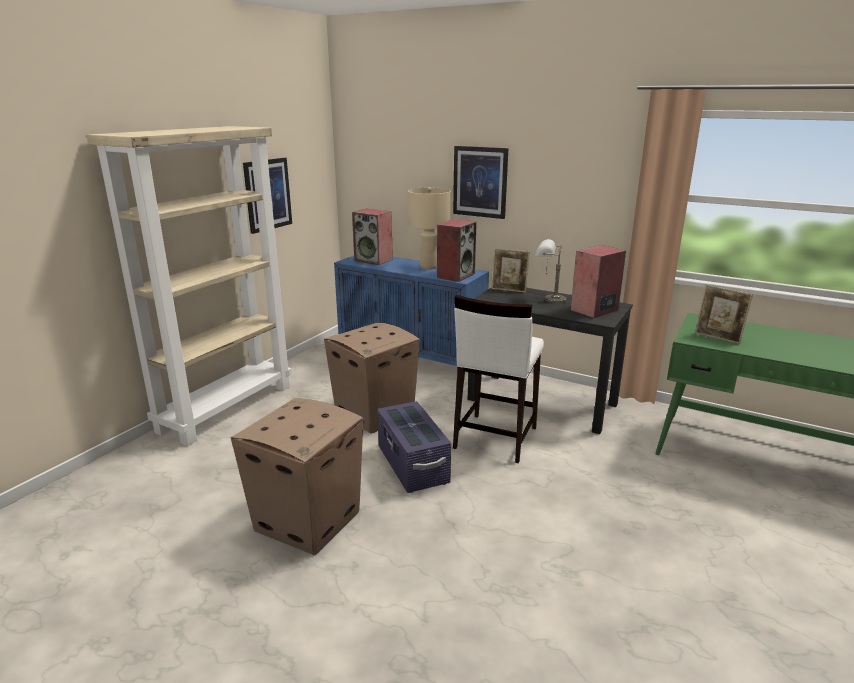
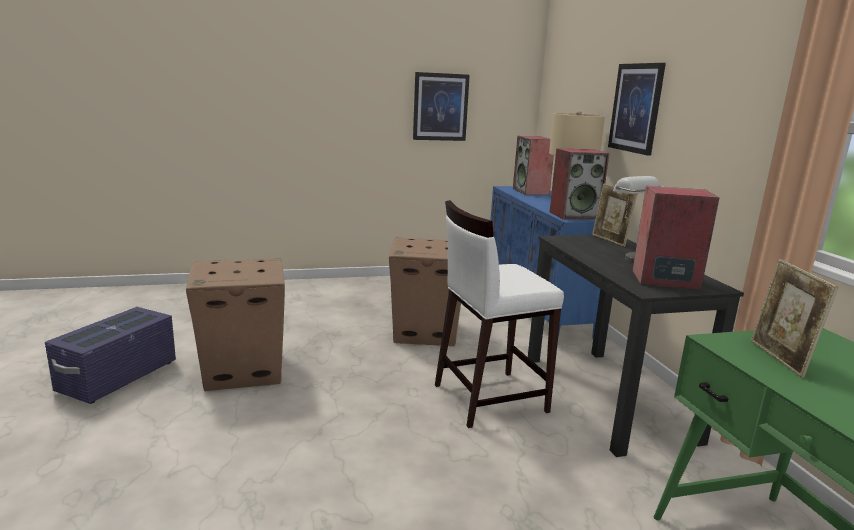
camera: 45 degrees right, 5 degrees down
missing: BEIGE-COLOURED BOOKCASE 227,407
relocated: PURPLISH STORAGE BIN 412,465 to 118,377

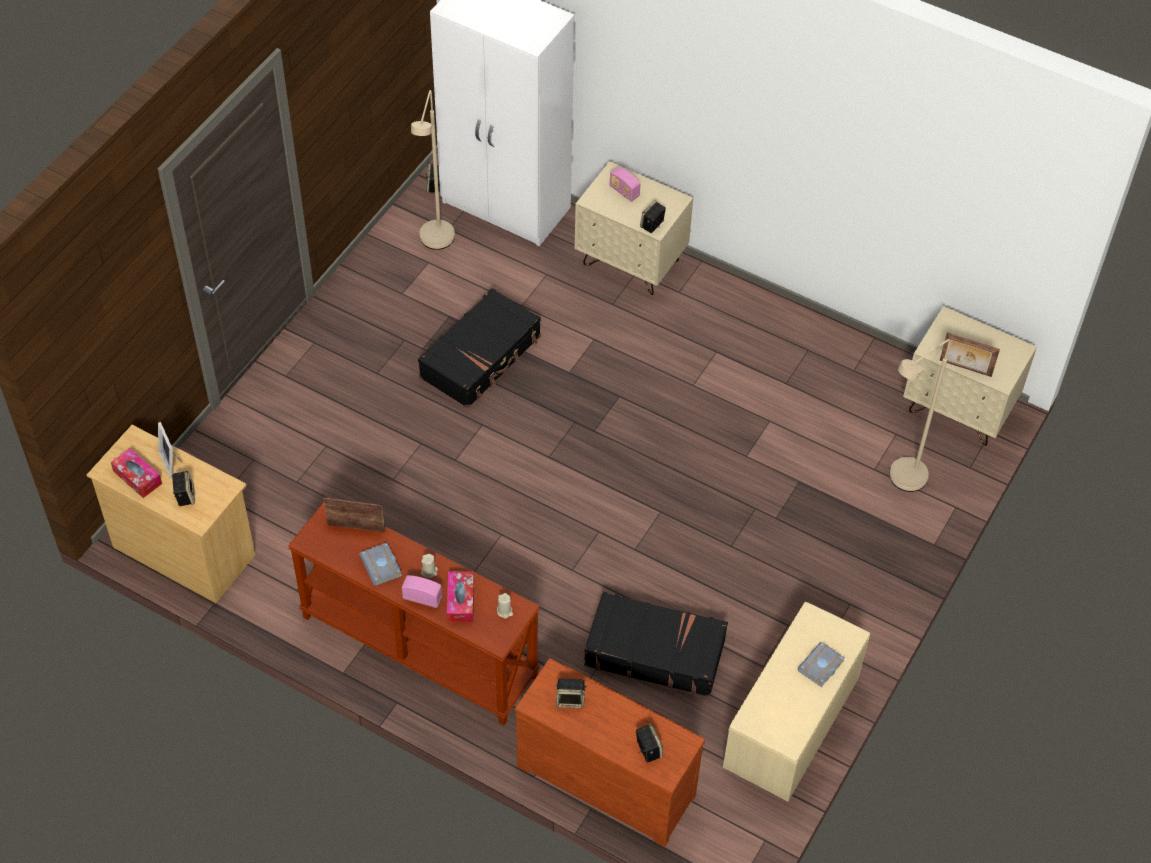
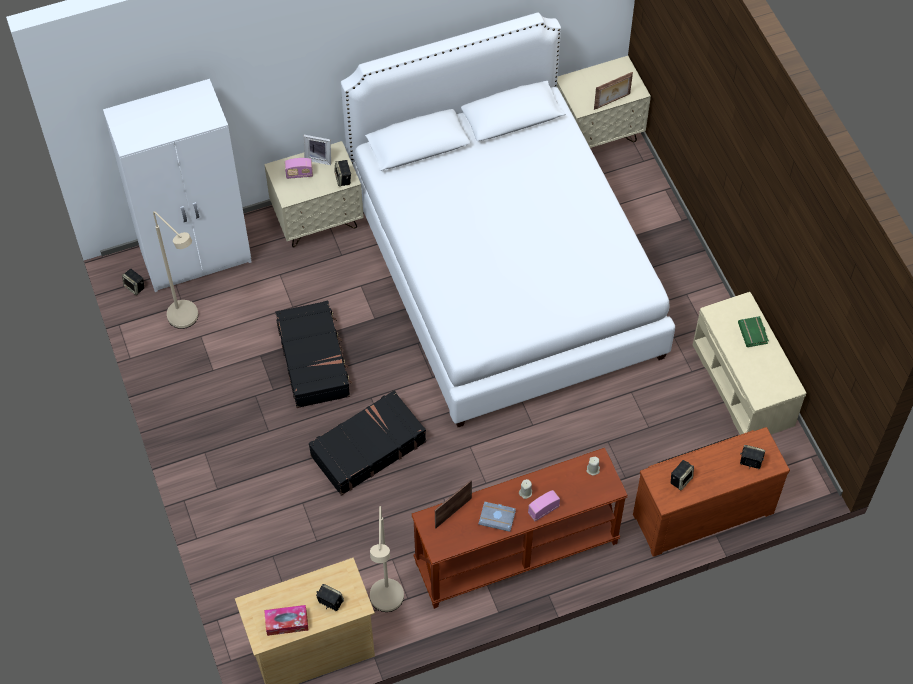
camera: 50 degrees left, 5 degrees up
missing: BOX OF TISSUES 460,601
appeared: WHITISH SLEEPING BED 504,271
relocated: PICTURE FRAME 172,461 to 319,158; BLACK SUITCASE 654,651 to 367,448; BEIGE-COLOURED FLOOR LAMP 900,482 to 387,605
colour: GREYISH BOUND BOOK 821,667 to GREEN-COLOURED BOUND BOOK 754,333

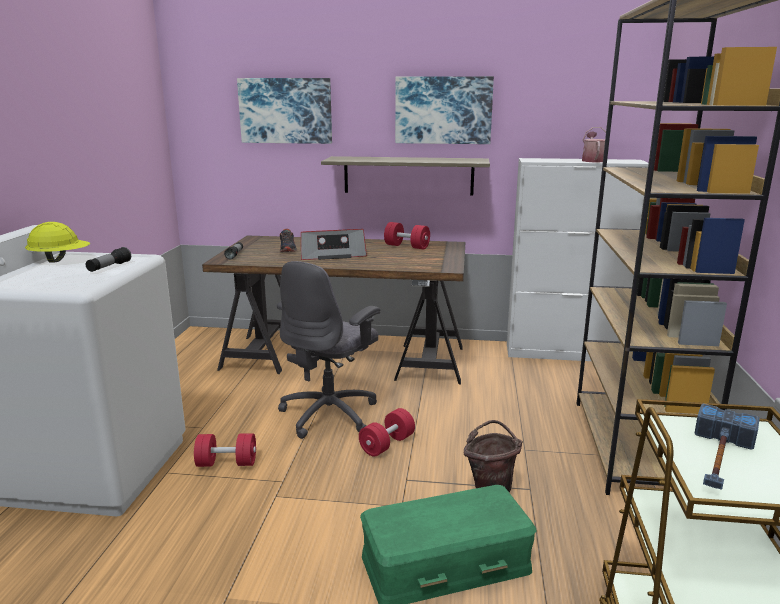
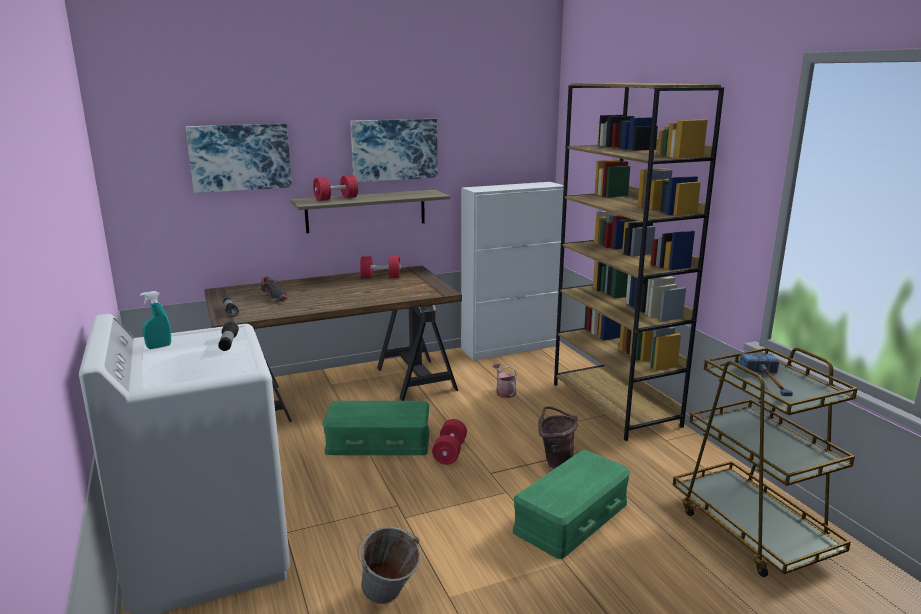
camera: 30 degrees left, 0 degrees up
missing: RADIO 332,255
appeared: GREYISH PAIL 389,600
relocated: RED DUMBBELL 227,463 to 336,198; WATERING POT 592,160 to 504,392
exchanged: YELLOW WORK HELMET 61,260 to TURQUOISE-COLOURED SPRAYER 159,347; GREYISH DESK CHAIR 330,414 to GREEN-COLOURED STORAGE BIN 378,442

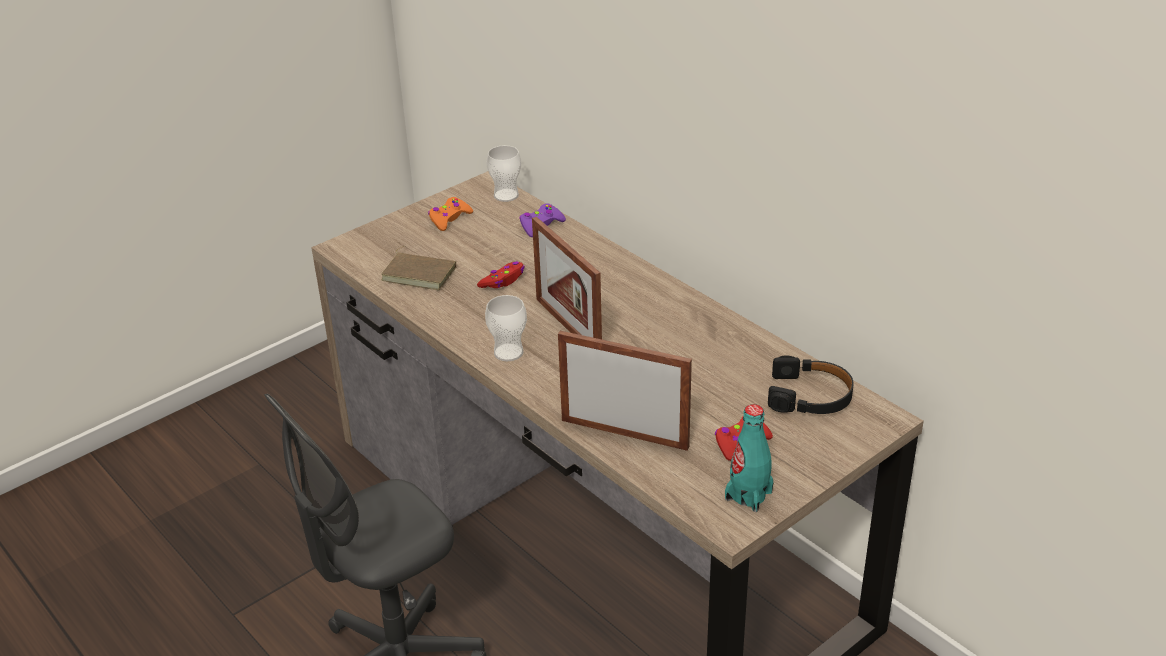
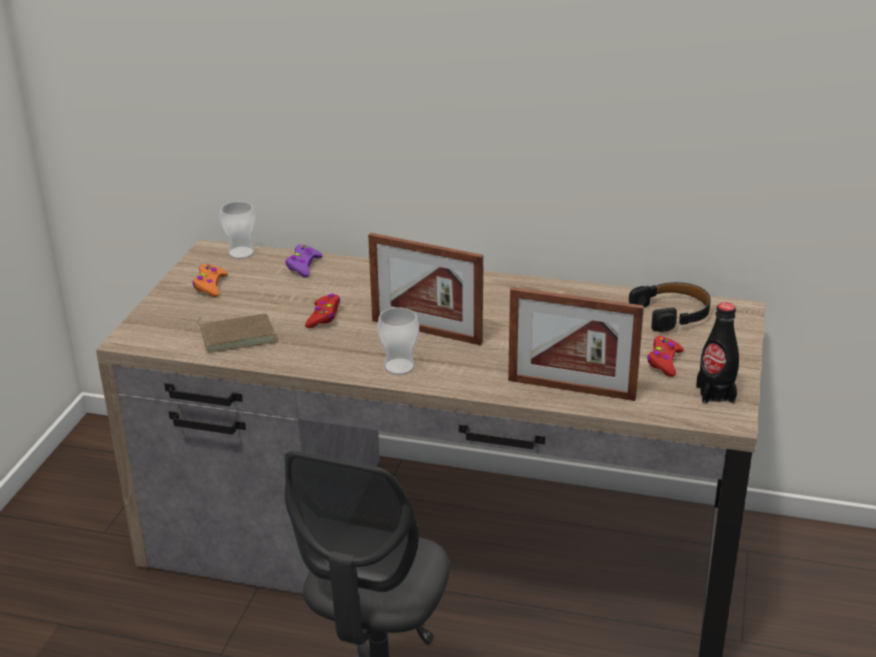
camera: 35 degrees left, 5 degrees down
colour: TURQUOISE-COLOURED BOTTLE 748,495 to BLACK BOTTLE 715,394
spun: PICTURE FRAME 624,433 = 571,389 150 degrees counterclockwise

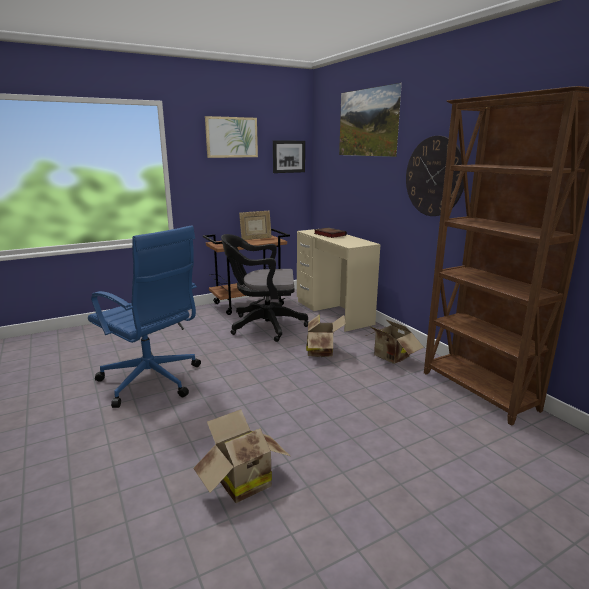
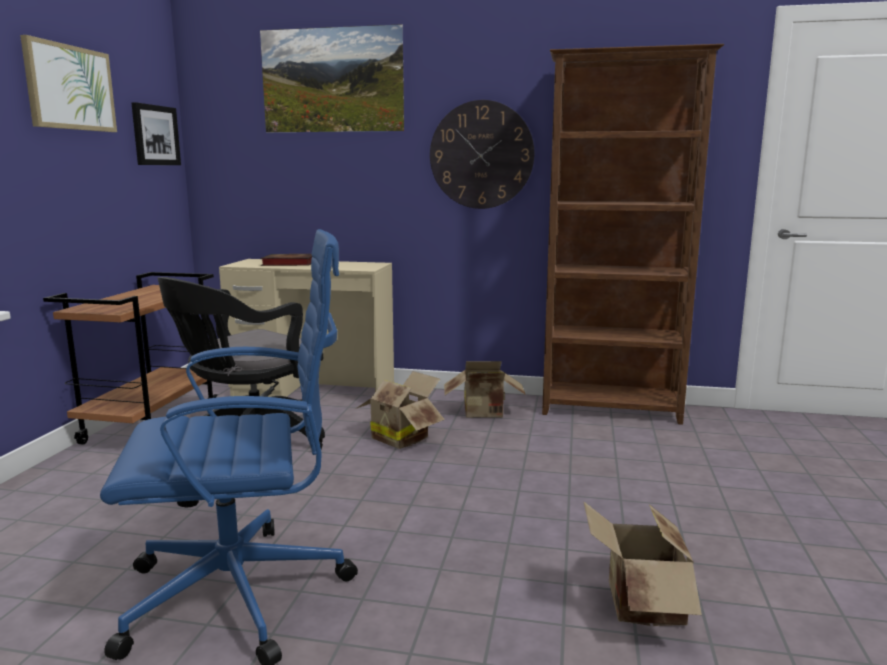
camera: 50 degrees left, 5 degrees down
missing: PICTURE FRAME 256,239

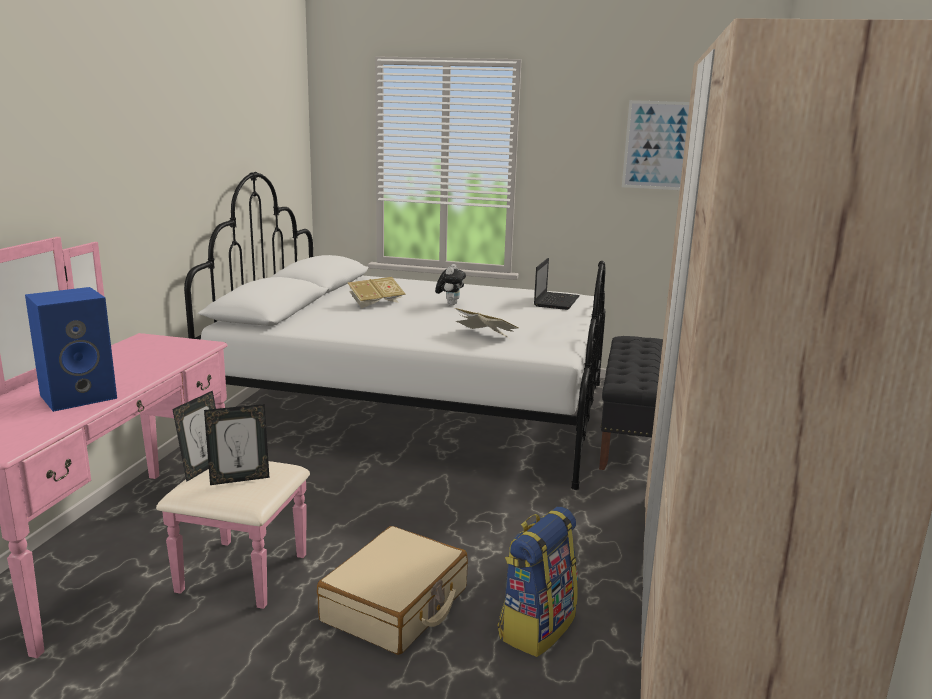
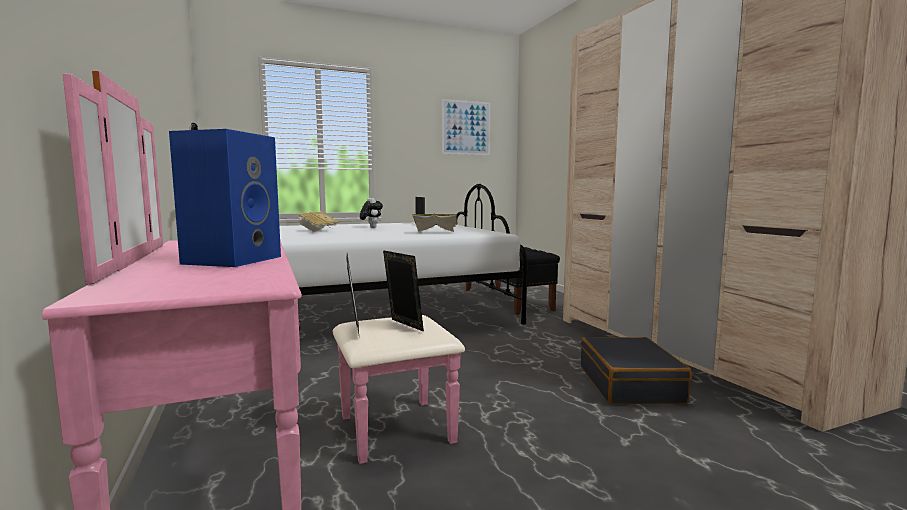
camera: 35 degrees left, 10 degrees down
missing: BEIGE-COLOURED SUITCASE 396,605
exchanged: BACKPACK 536,626 to BLACK SUITCASE 630,384
spun: PICTURE FRAME 239,479 = 403,326 75 degrees counterclockwise

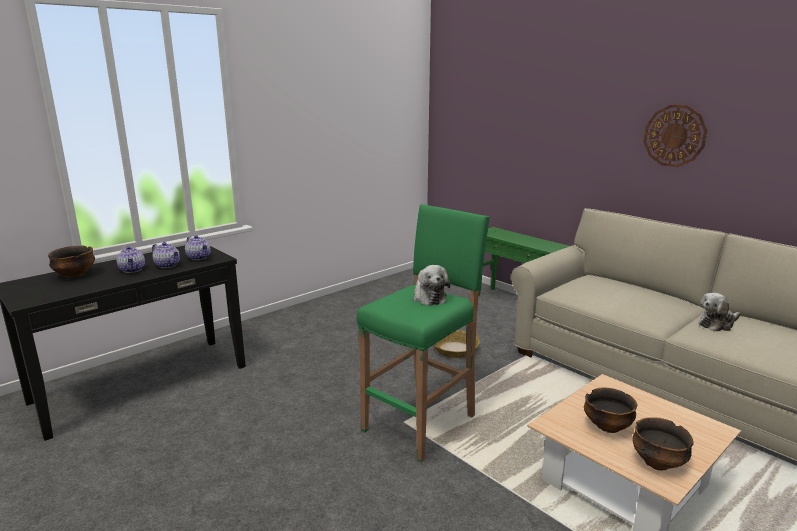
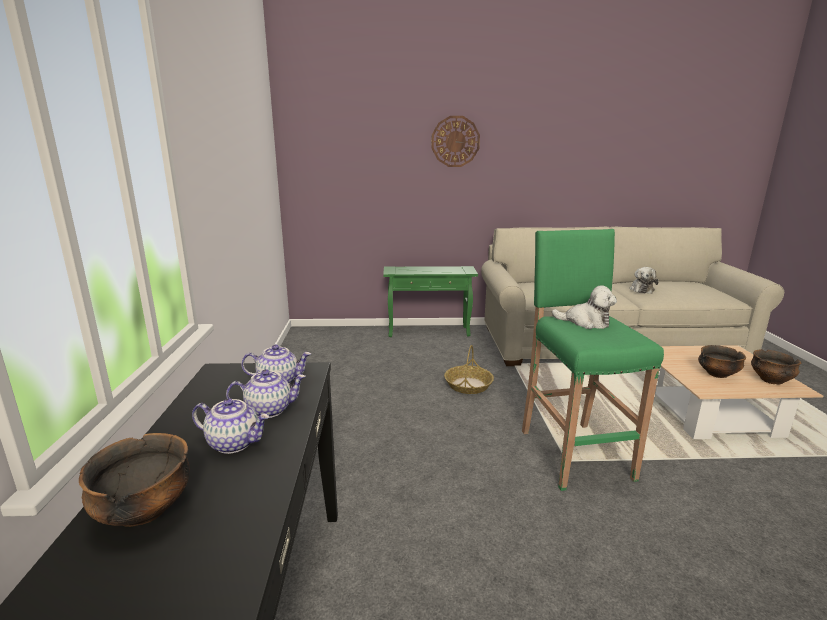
camera: 50 degrees left, 0 degrees up
relocated: HANGING CLOCK 674,136 to 455,141

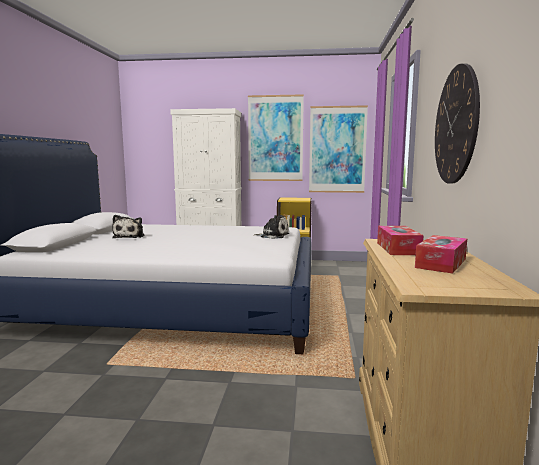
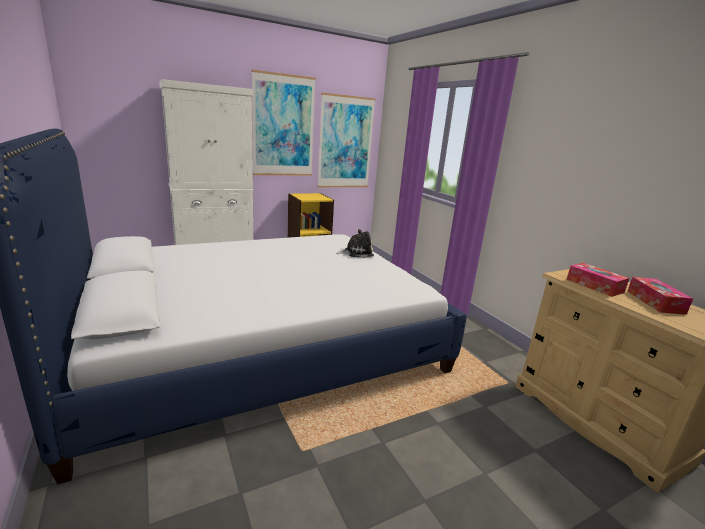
camera: 35 degrees left, 10 degrees up
missing: SOFT TOY 130,236; HANGING CLOCK 456,125

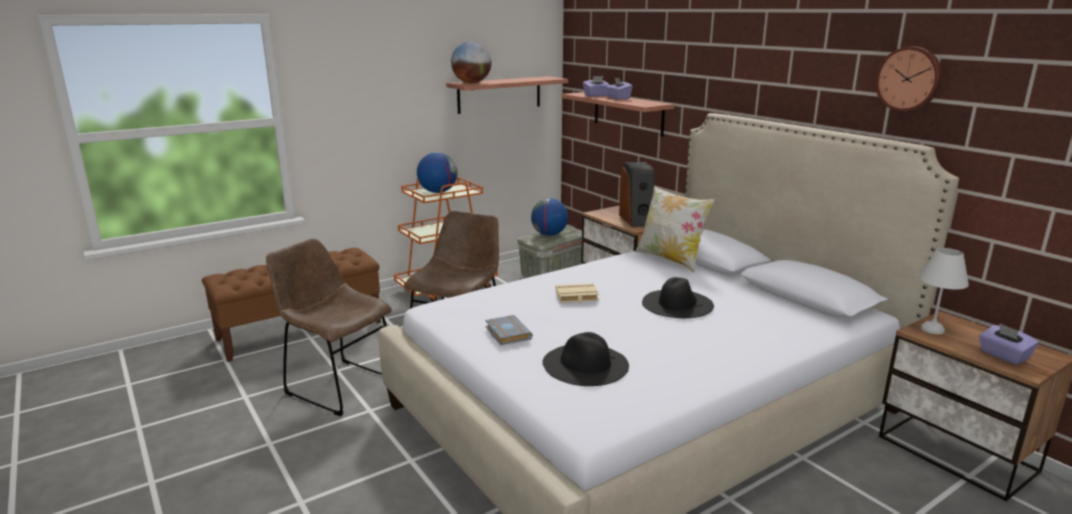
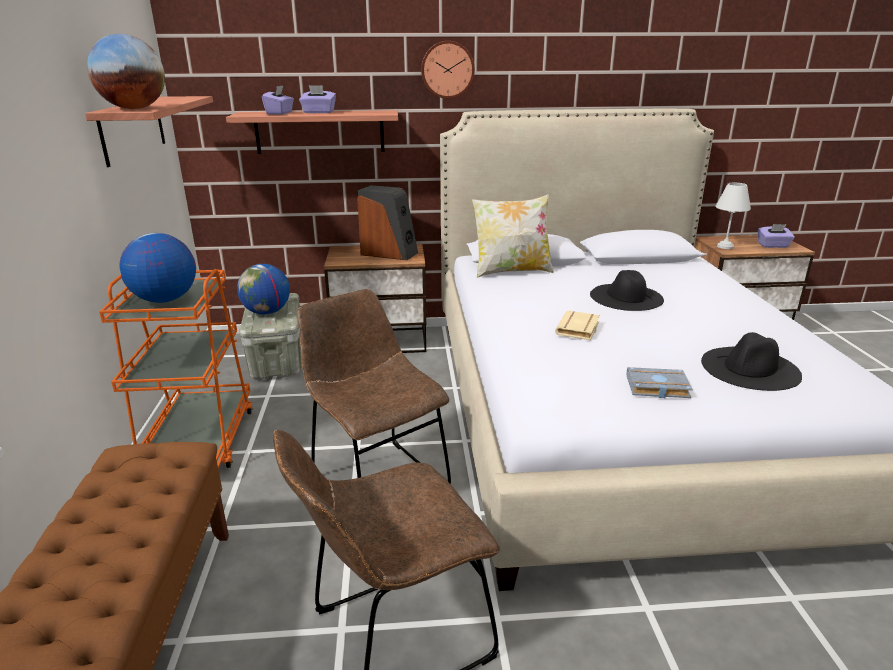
camera: 60 degrees left, 5 degrees up
relocated: HANGING CLOCK 909,79 to 447,70

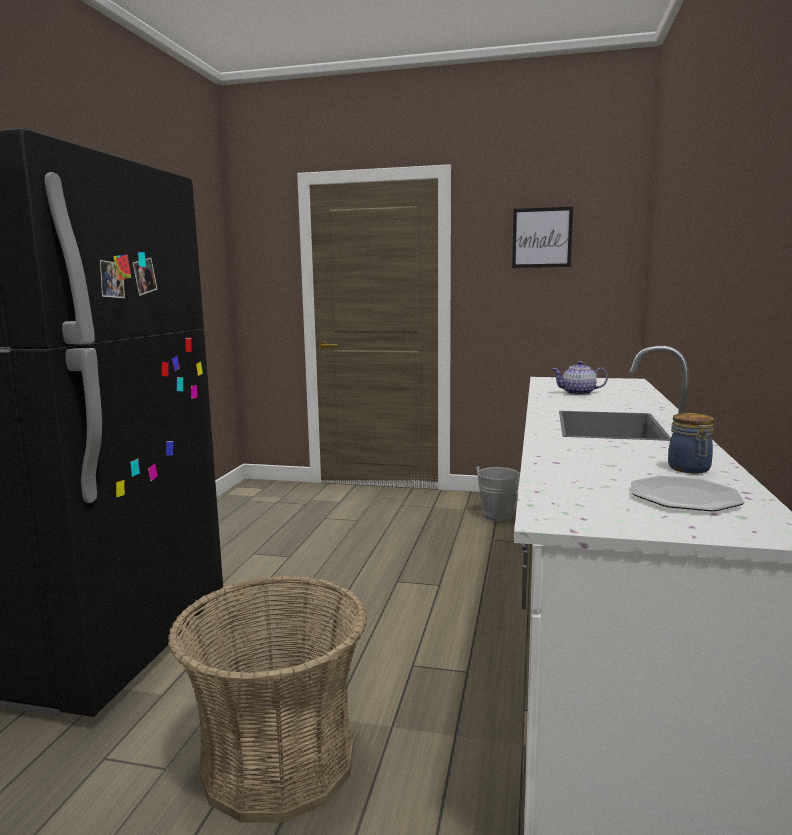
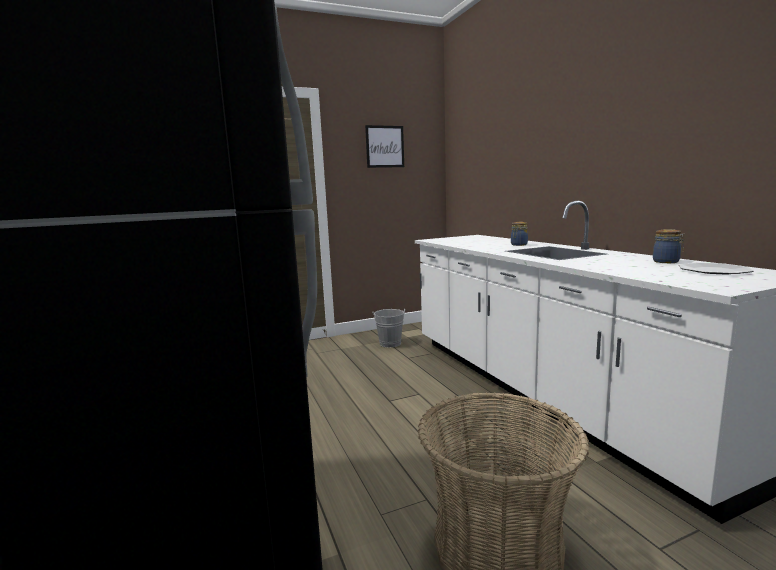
camera: 35 degrees left, 0 degrees up
missing: TEAPOT 579,393
appeared: STORAGE JAR 518,245

